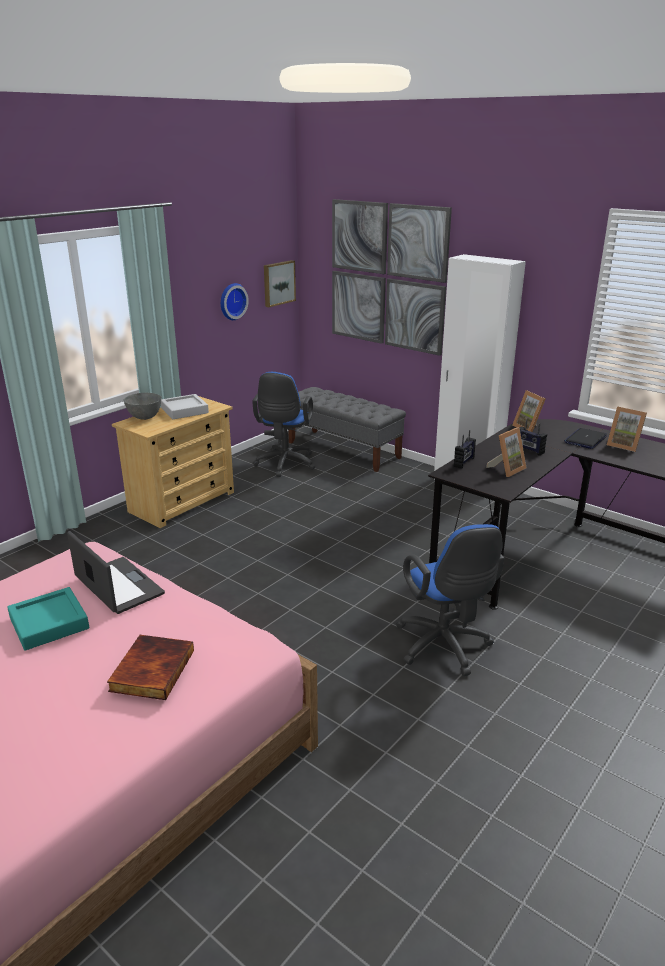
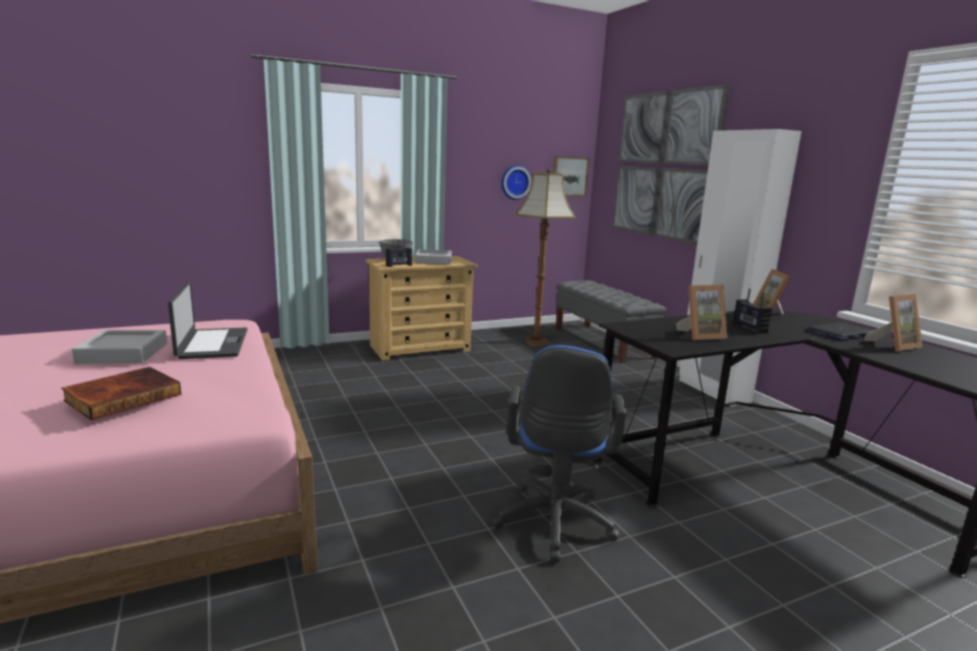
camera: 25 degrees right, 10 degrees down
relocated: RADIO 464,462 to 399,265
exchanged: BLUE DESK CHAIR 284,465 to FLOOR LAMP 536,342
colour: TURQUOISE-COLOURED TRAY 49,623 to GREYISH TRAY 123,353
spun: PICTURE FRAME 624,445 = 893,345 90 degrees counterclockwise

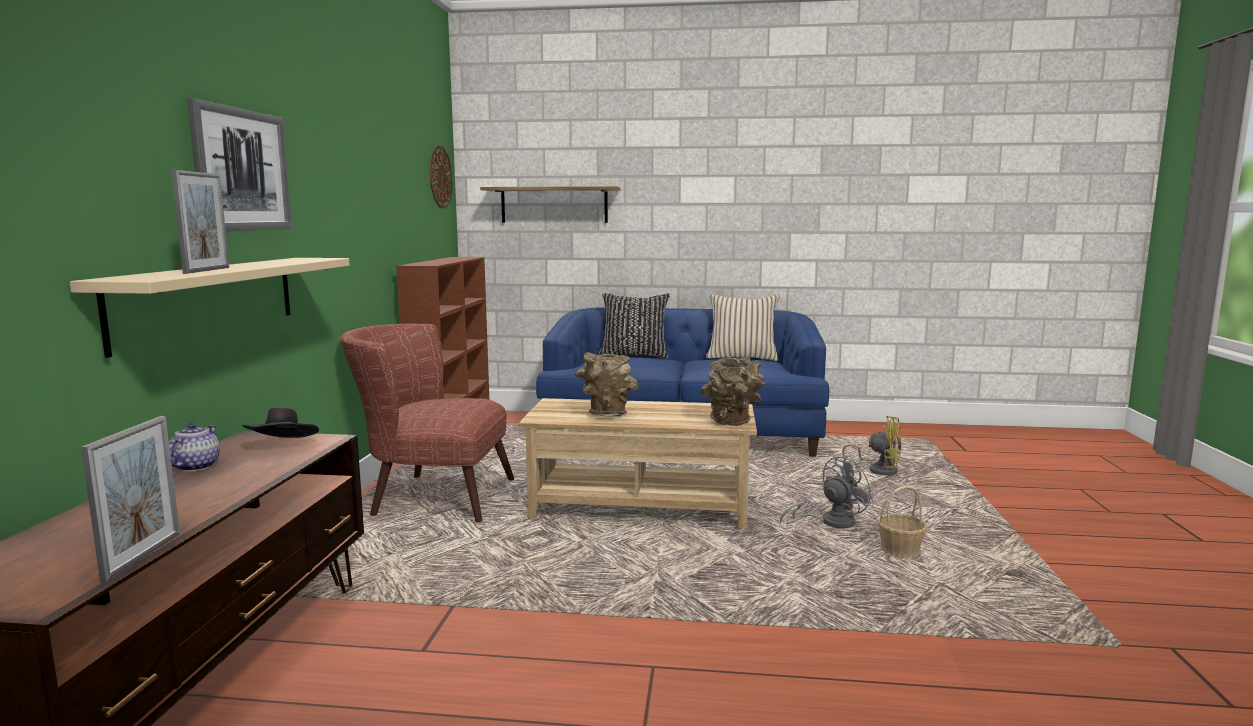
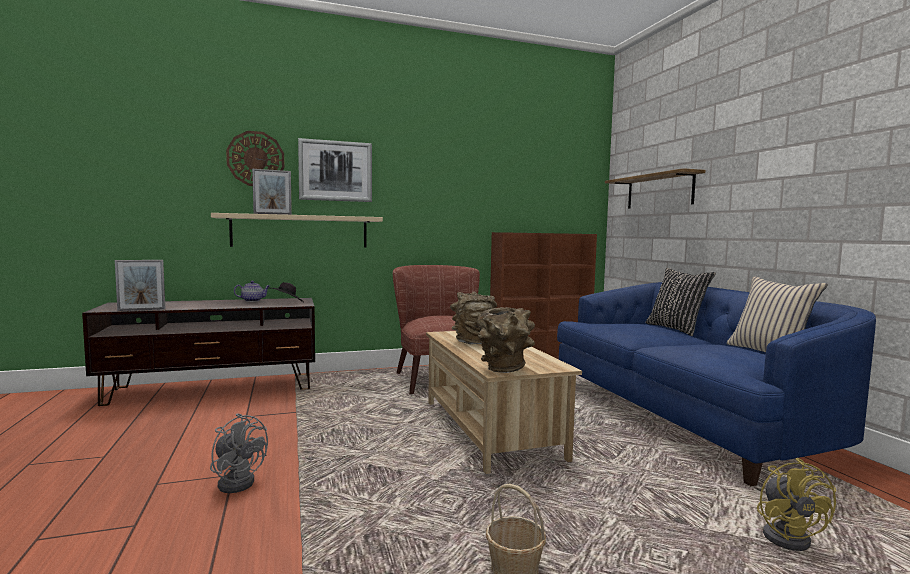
camera: 65 degrees right, 5 degrees down
relocated: GREYISH ELECTRIC FAN 830,522 to 238,481; HANGING CLOCK 440,177 to 255,159

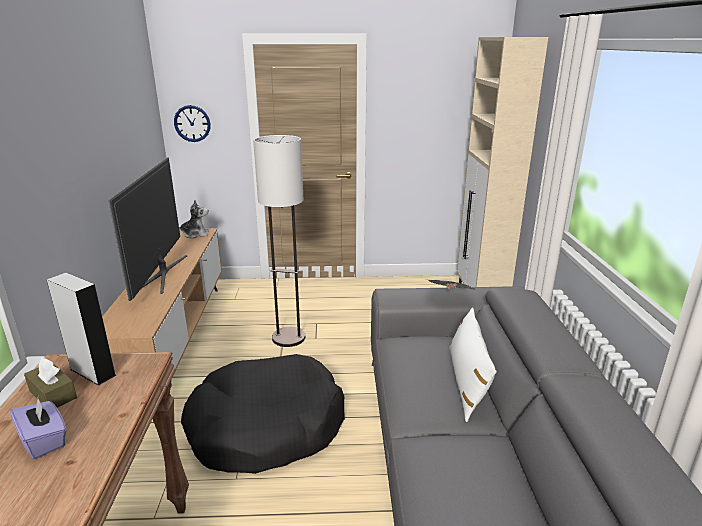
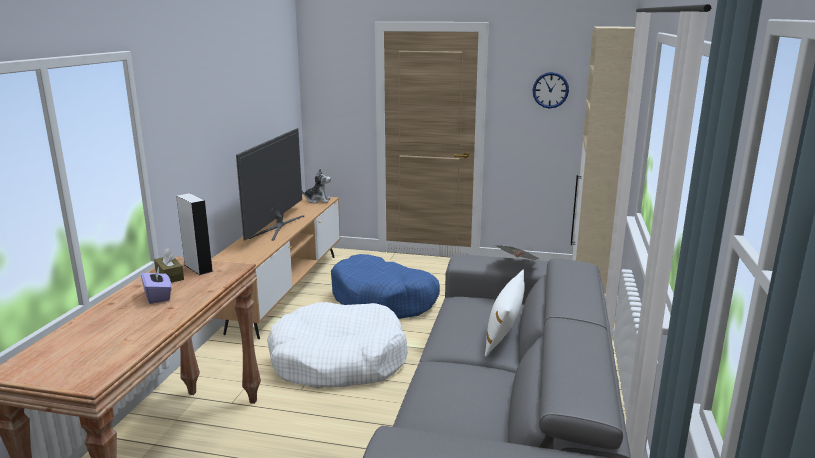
camera: 15 degrees right, 5 degrees down
relocated: HANGING CLOCK 192,123 to 550,90
exchanged: FLOOR LAMP 288,338 to BLUE PET BED 384,300
colour: BLACK PET BED 266,427 to WHITISH PET BED 338,360

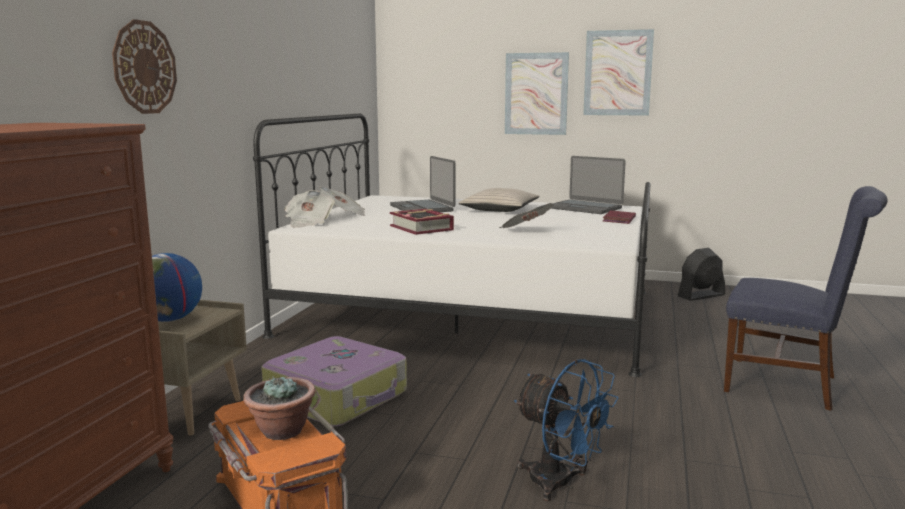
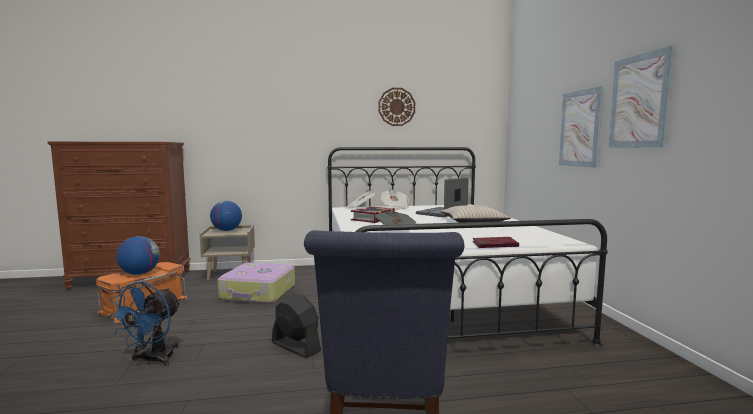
camera: 65 degrees right, 5 degrees down
missing: PORTABLE COMPUTER 585,208
relocated: BLACK ELECTRIC FAN 701,295 to 295,346; HANGING CLOCK 144,67 to 396,107
exchanged: PLANT IN A POT 282,432 to DESK GLOBE 140,273

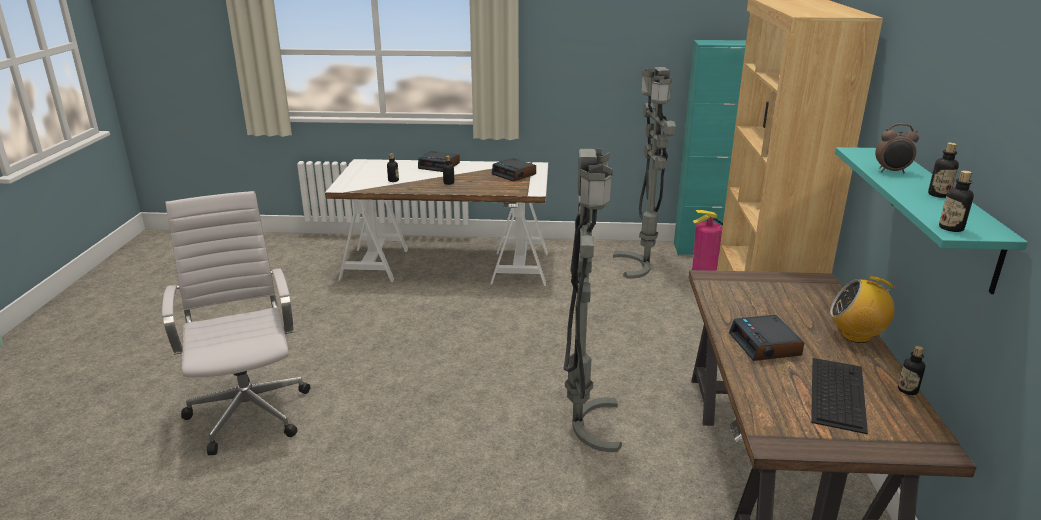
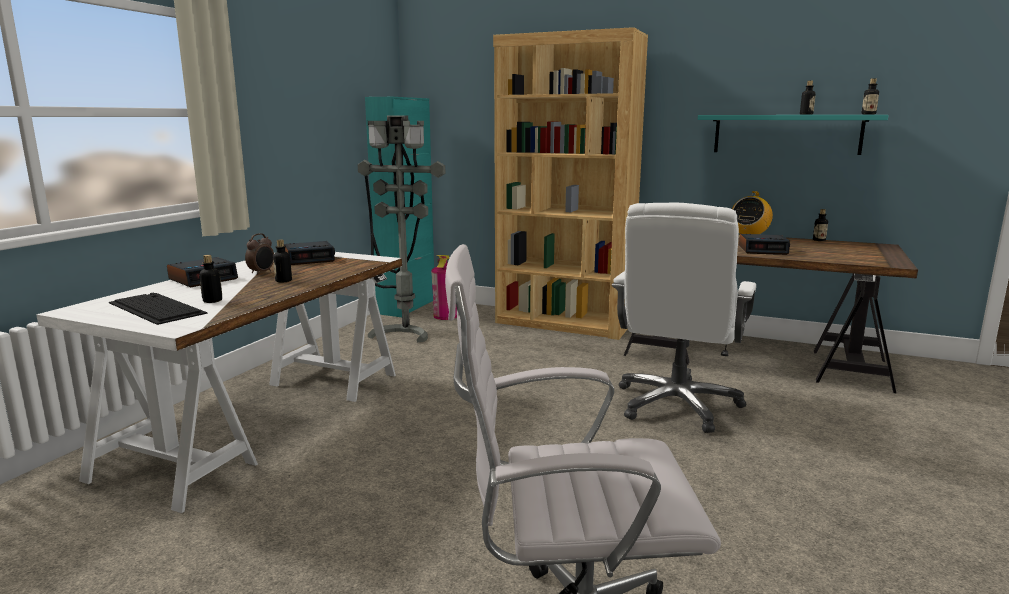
camera: 70 degrees left, 10 degrees down
relocated: COMPUTER KEYBOARD 837,392 to 155,308; BEDSIDE CLOCK 891,171 to 262,272
exchanged: GREYISH FLOOR LAMP 583,425 to WHITISH DESK CHAIR 677,405

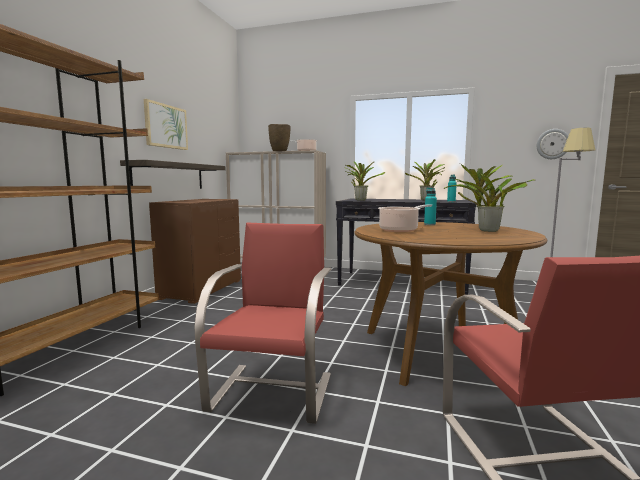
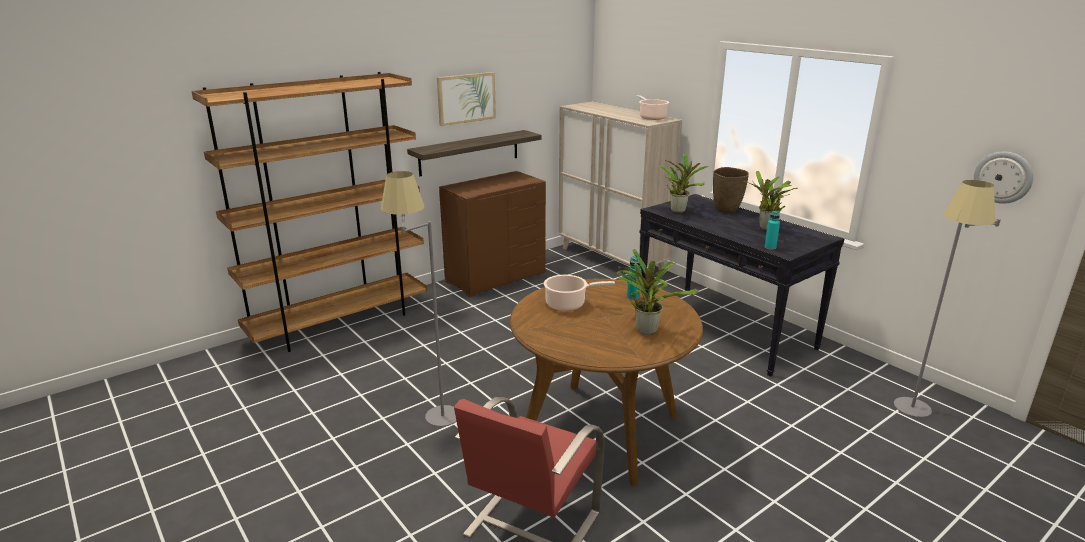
camera: 35 degrees right, 15 degrees up
relocated: BROWN FLOWER VASE 279,151 to 726,210
exchanged: RED PLAIN CHAIR 273,390 to GREYISH FLOOR LAMP 429,411

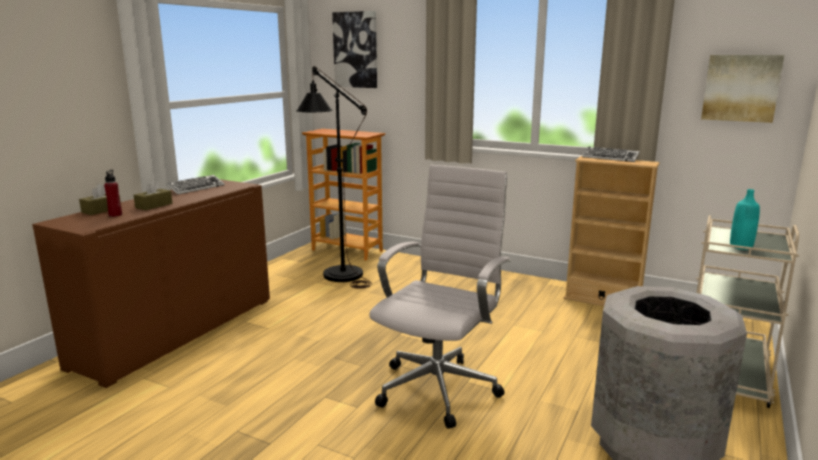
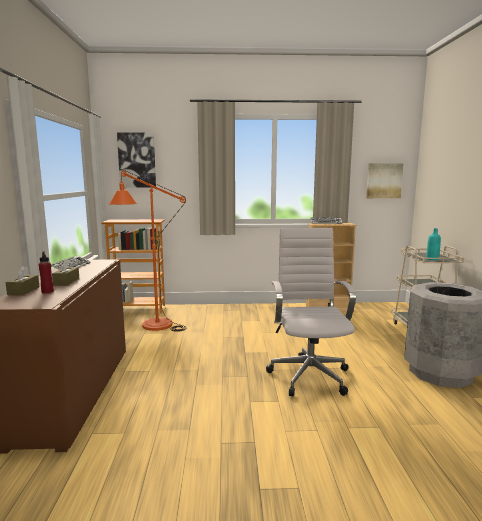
camera: 30 degrees left, 5 degrees down
colour: BLACK FLOOR LAMP 337,271 to ORANGEY FLOOR LAMP 150,323

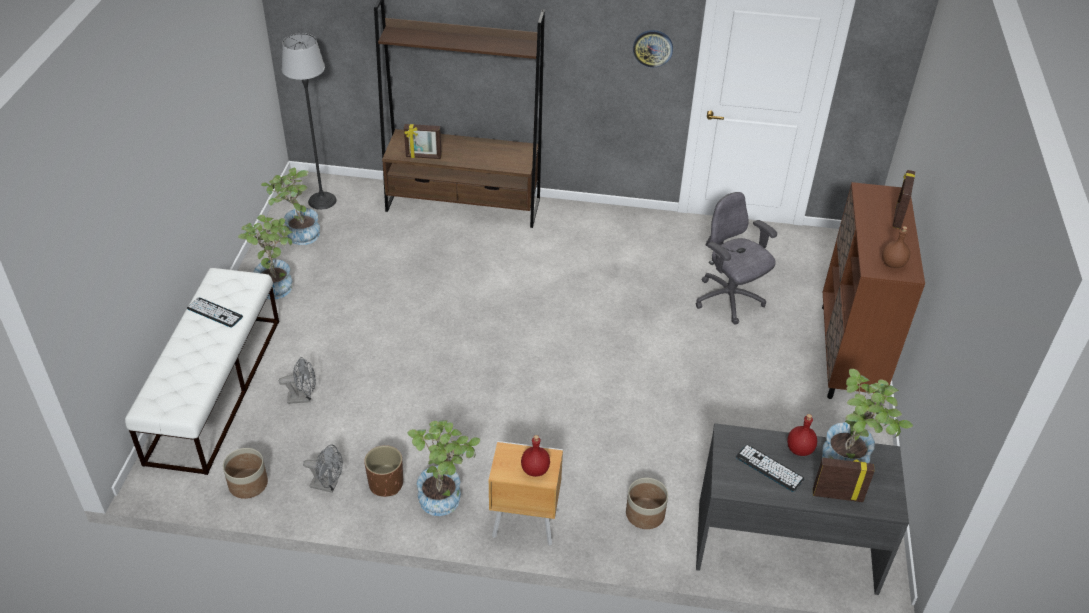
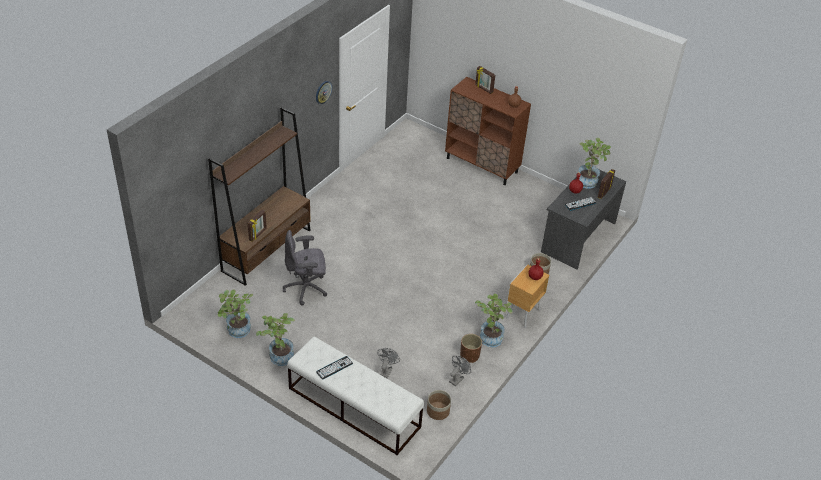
camera: 65 degrees left, 0 degrees up
missing: FLOOR LAMP 322,200
relocated: GREYISH DESK CHAIR 729,300 to 306,289

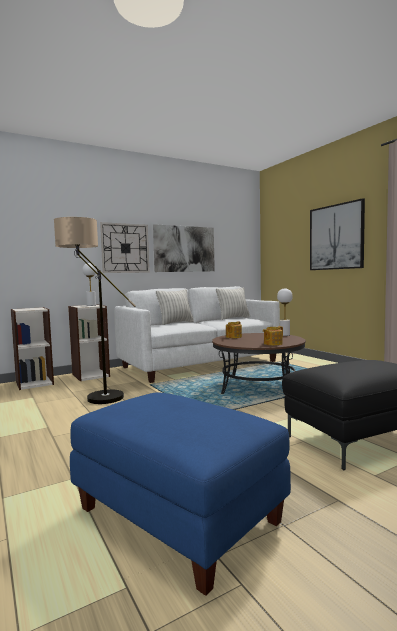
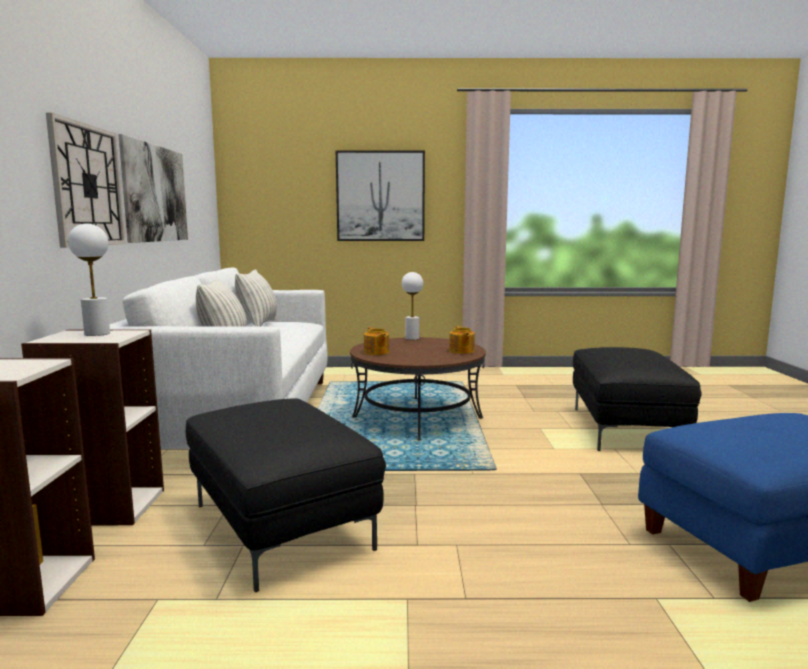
camera: 60 degrees left, 5 degrees up
exchanged: FLOOR LAMP 94,396 to BLACK POUFFE 279,526

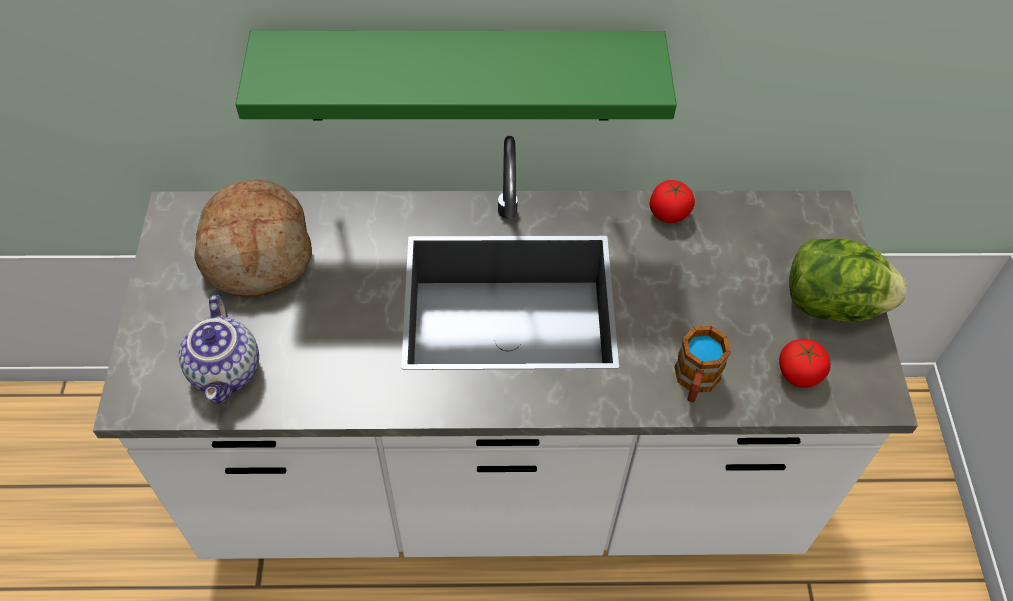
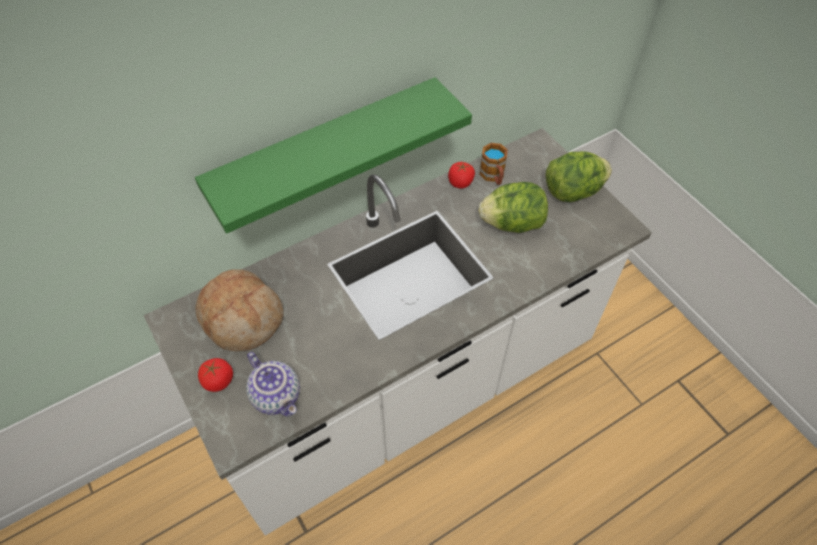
camera: 30 degrees left, 0 degrees up
appeared: LETTUCE HEAD 512,223
relocated: TOMATO 799,373 to 218,380; MUG 695,382 to 493,176

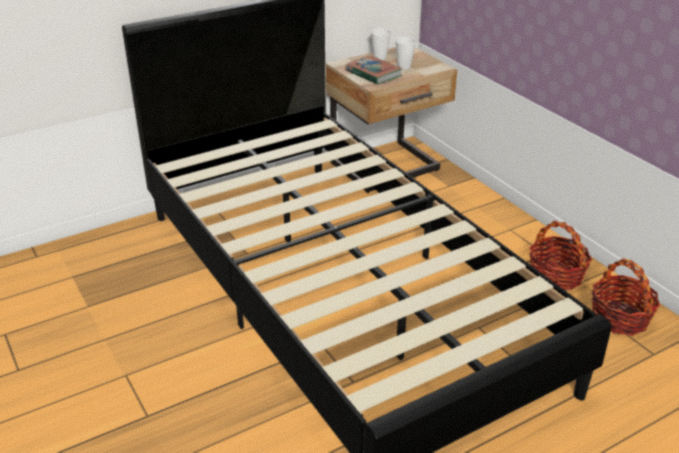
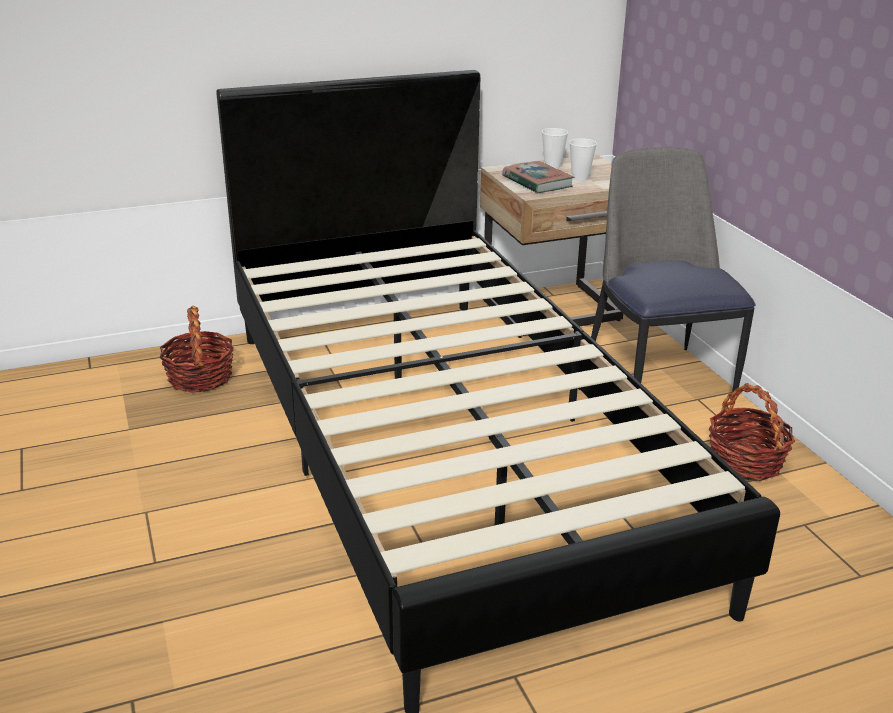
camera: 10 degrees right, 5 degrees down
appeared: PLAIN CHAIR 657,379
relocated: STORAGE BASKET 620,318 to 200,378

